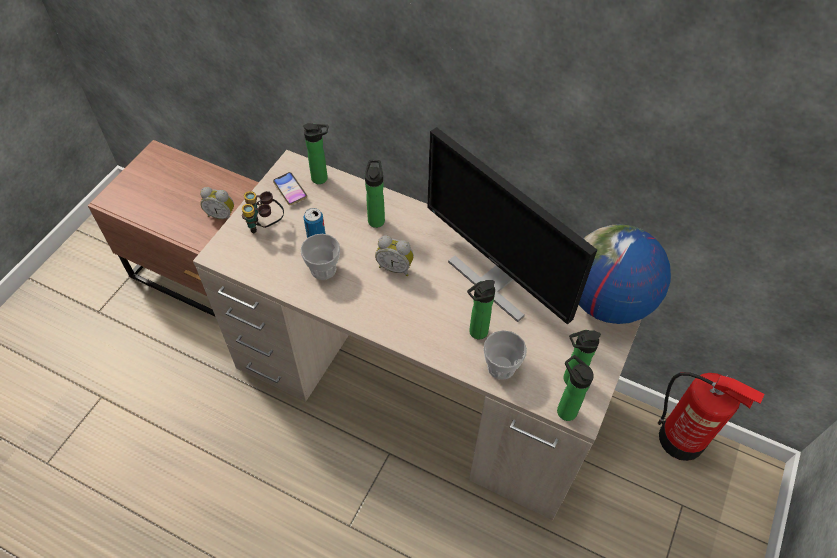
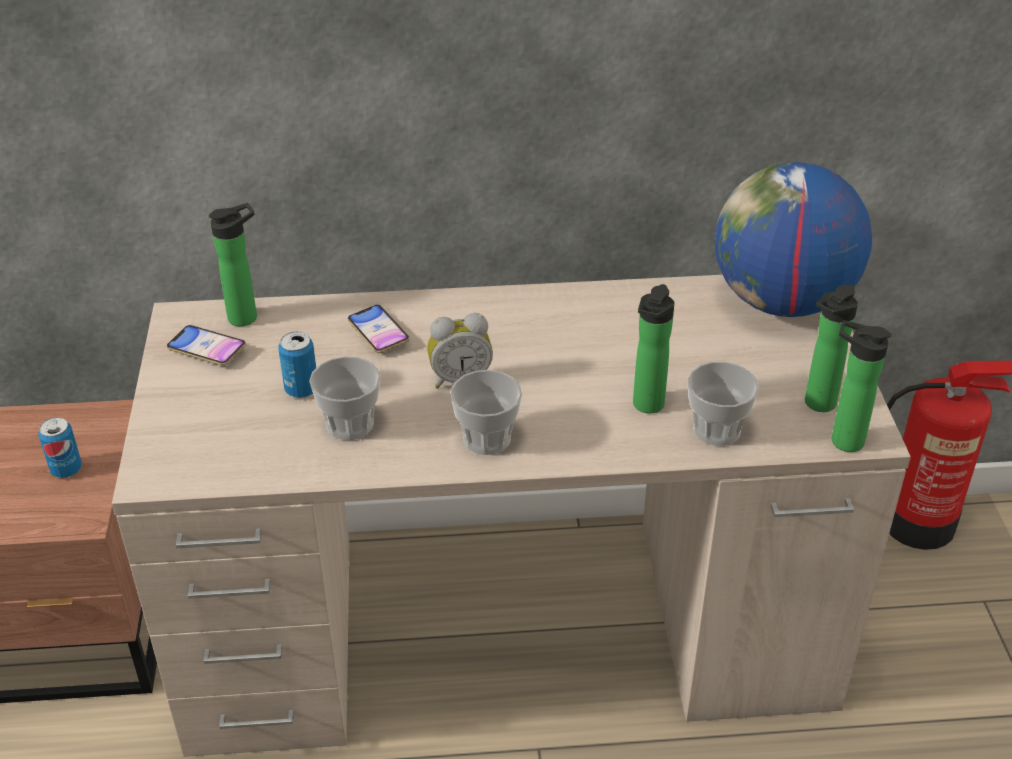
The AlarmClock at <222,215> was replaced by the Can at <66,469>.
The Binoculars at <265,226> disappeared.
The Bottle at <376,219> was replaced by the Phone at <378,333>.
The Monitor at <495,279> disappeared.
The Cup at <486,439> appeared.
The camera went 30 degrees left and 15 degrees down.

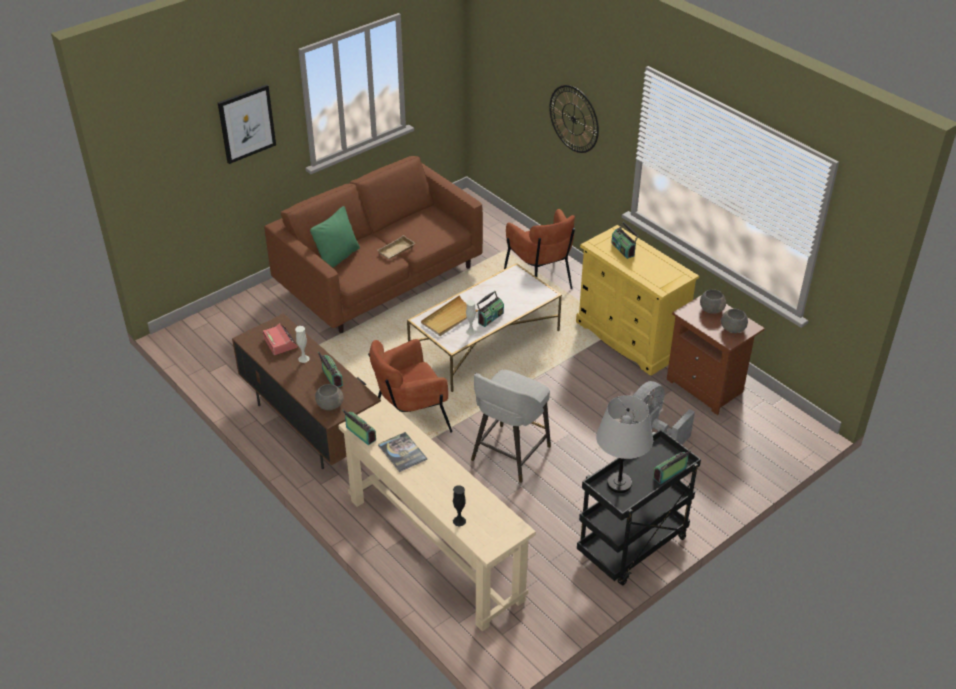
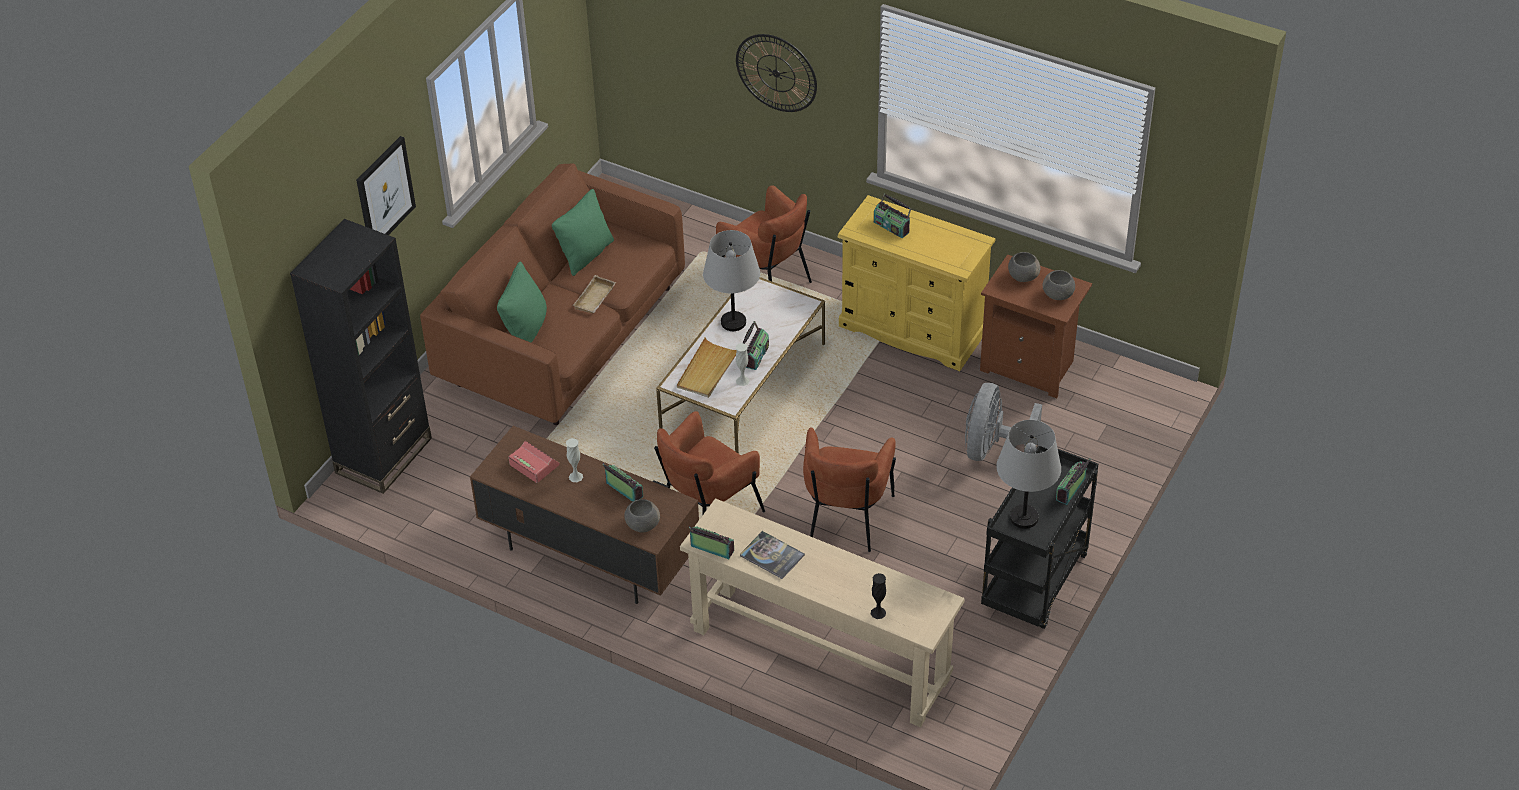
The GreyStool at <509,455> was replaced by the BrownArmchair at <845,518>.
The BlackBookcase at <384,455> appeared.
The GreenPillow at <586,254> appeared.
The GreyTableLamp at <733,322> appeared.
The camera went 20 degrees left and 5 degrees up.

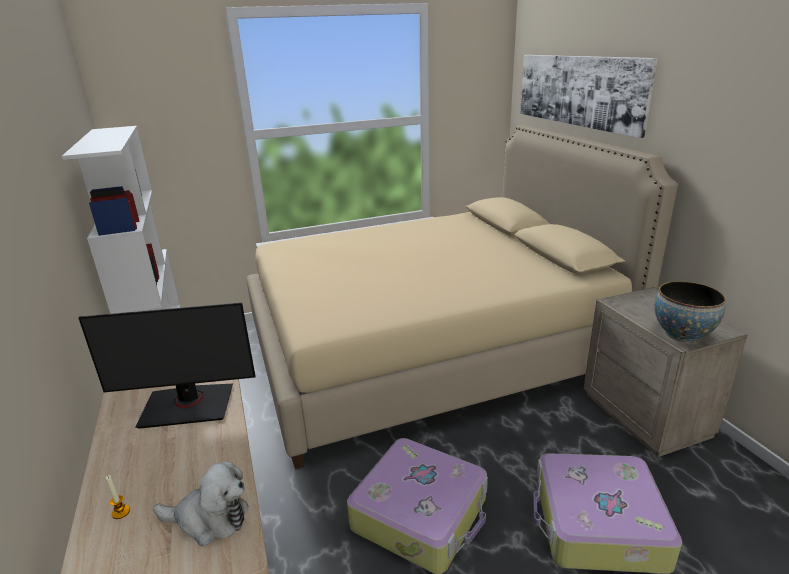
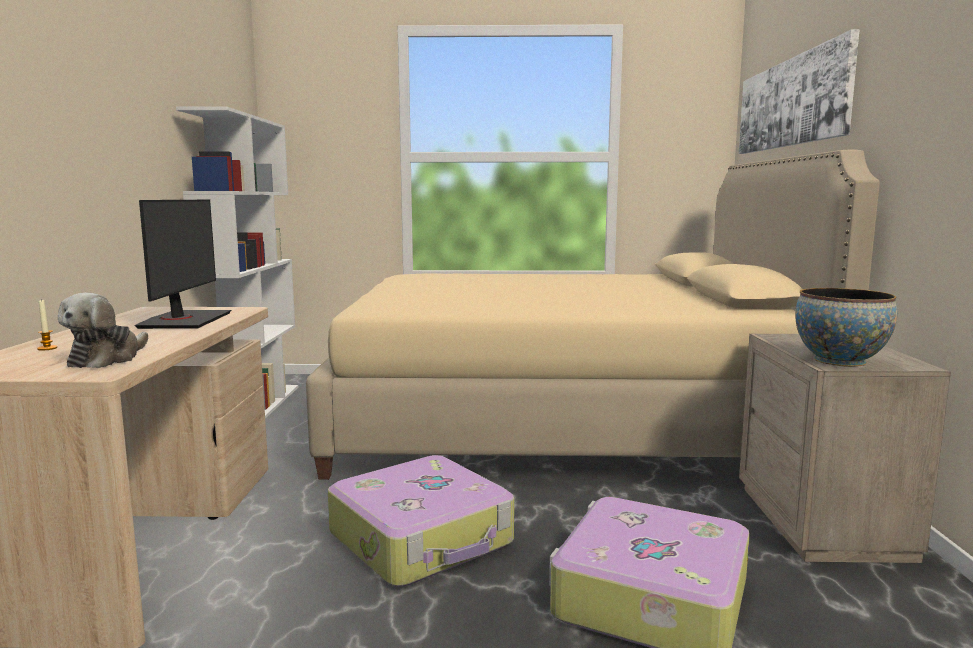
The Monitor at <188,405> turned 105 degrees counterclockwise.
The PlushToy at <209,519> turned 75 degrees clockwise.
The camera went 20 degrees right and 15 degrees down.

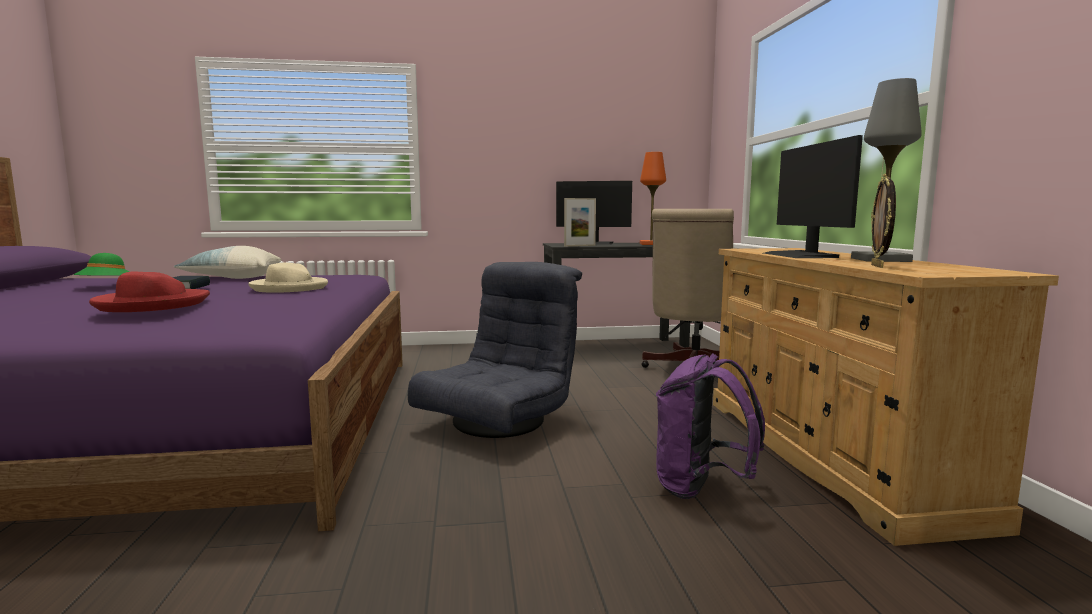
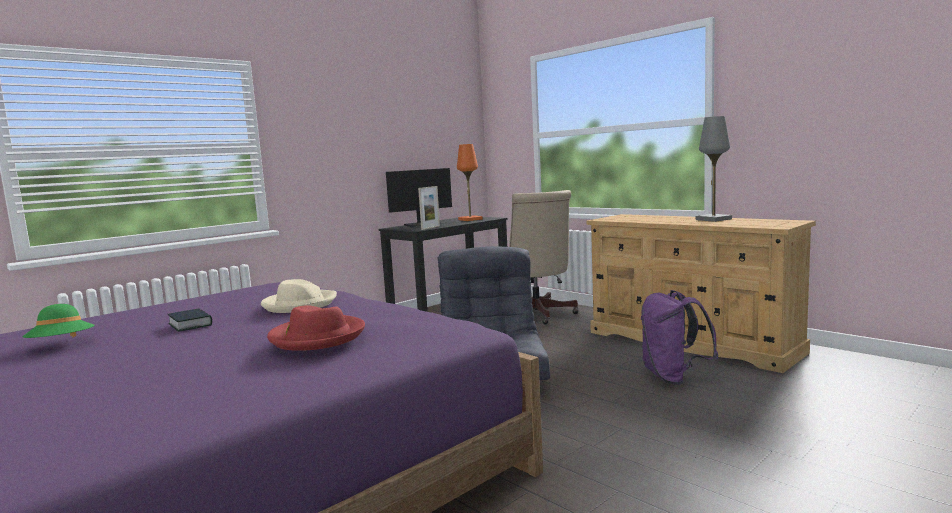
The Pillow at <233,278> disappeared.
The Monitor at <800,255> disappeared.
The PictureFrame at <878,266> disappeared.
The camera went 35 degrees left and 0 degrees up.

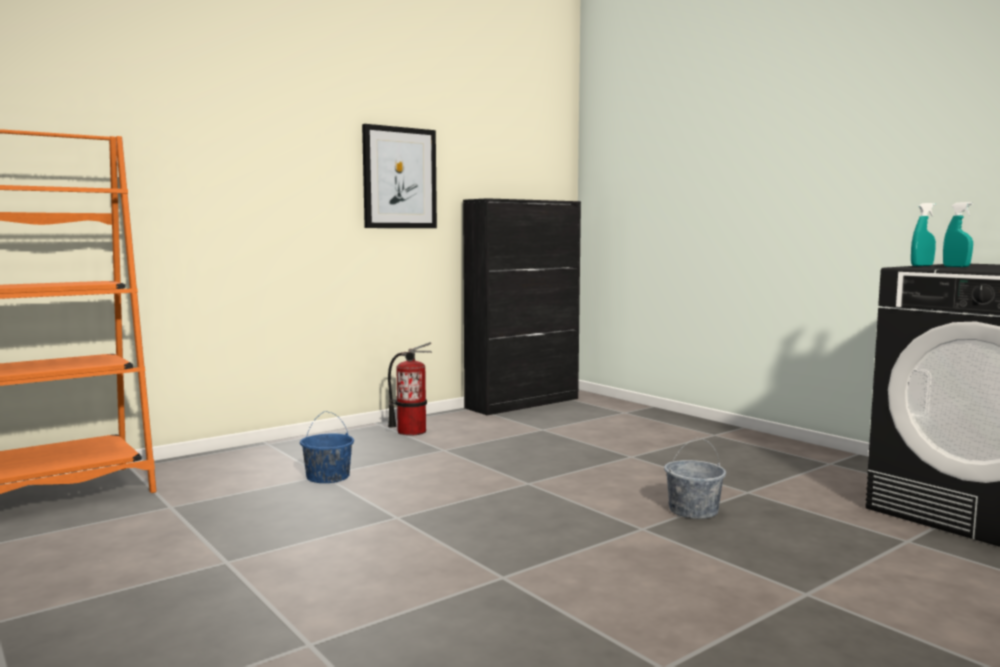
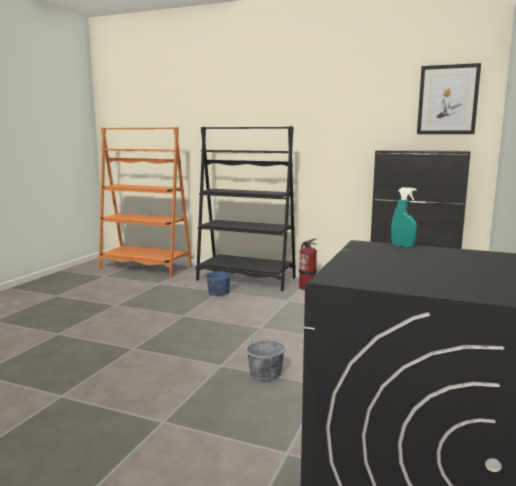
The Picture moved from <399,178> to <447,100>.
The TurquoiseSprayBottle at <956,266> disappeared.
The BlackBookcase at <246,279> appeared.
The camera went 60 degrees right and 5 degrees up.

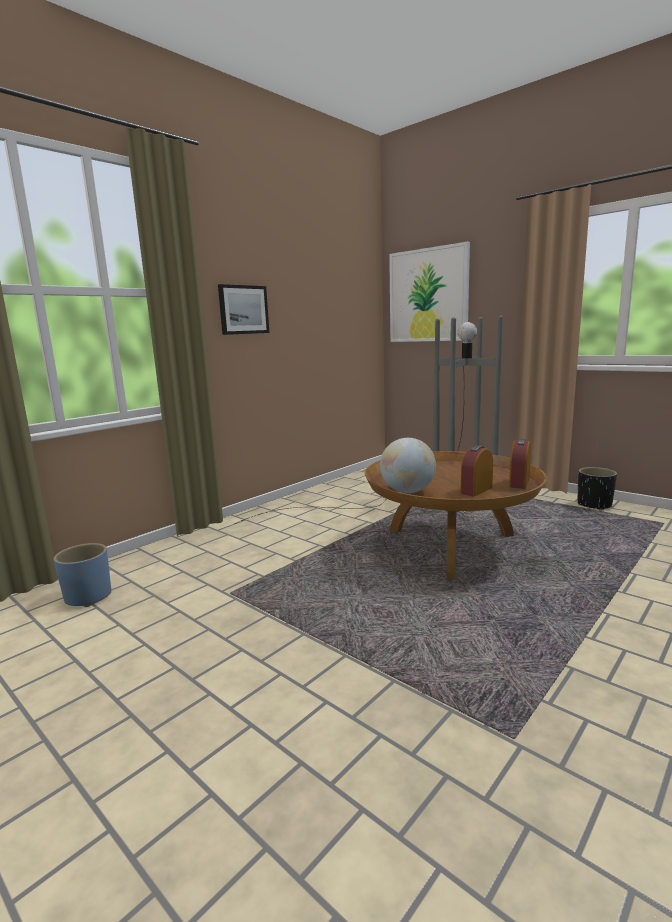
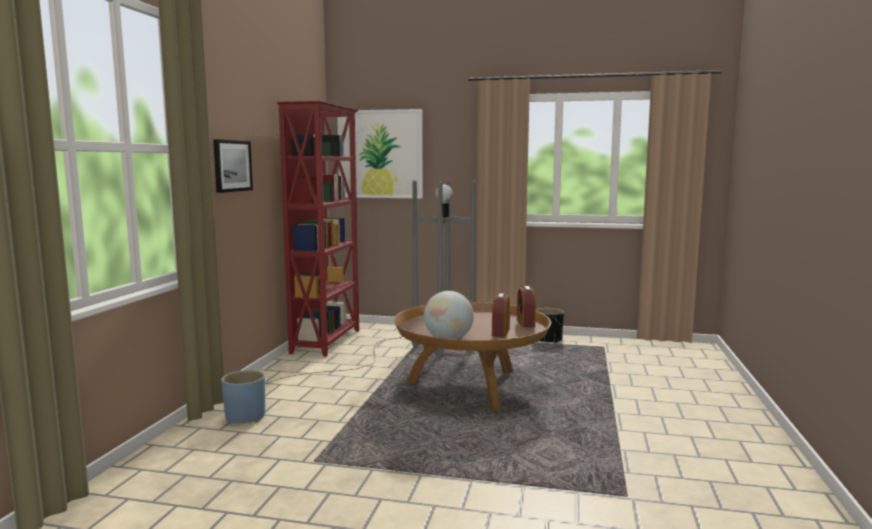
The BluePlanter moved from <87,597> to <245,417>.
The RedBookcase at <327,341> appeared.
The camera went 30 degrees left and 5 degrees down.

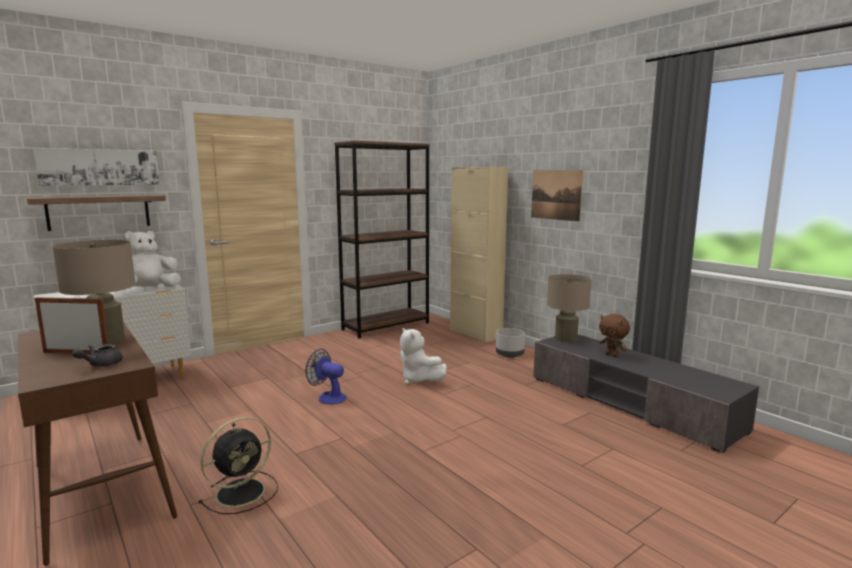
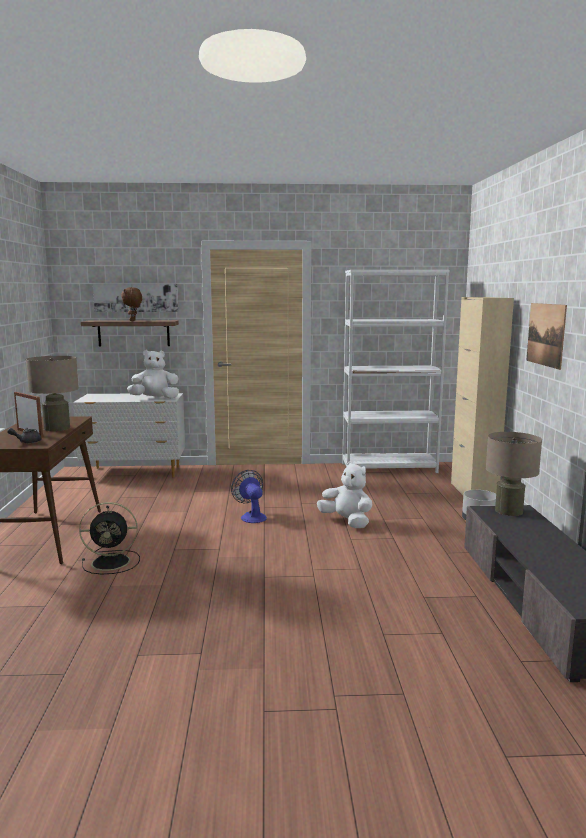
The BrownBookcase at <386,326> became the WhiteBookcase at <389,468>.
The WhitePlushToy at <419,380> turned 135 degrees clockwise.
The BrownPlushToy moved from <612,355> to <133,321>.
The camera went 35 degrees right and 0 degrees up.

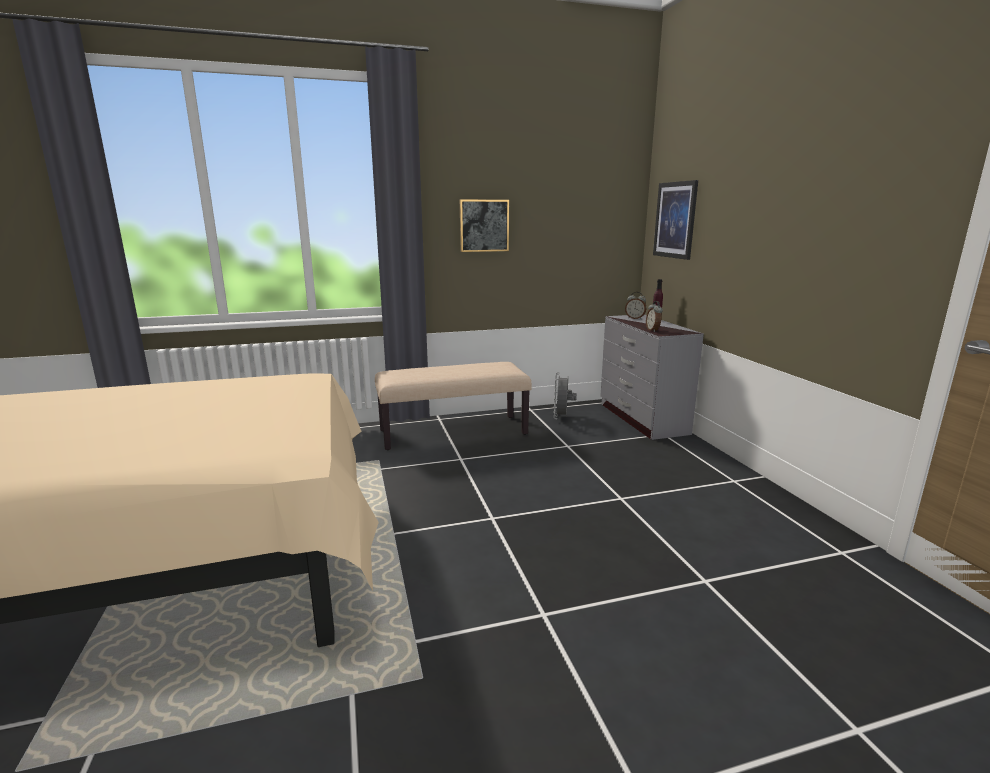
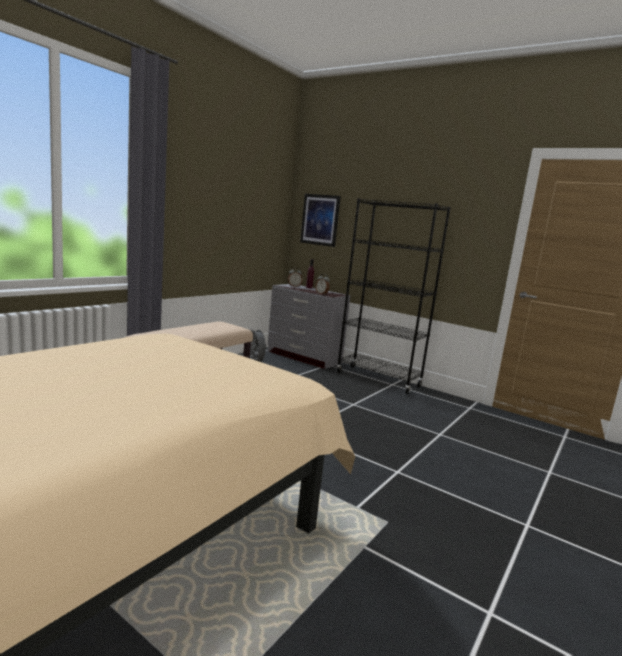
The Picture at <484,225> disappeared.
The BlackBookcase at <378,379> appeared.
The camera went 40 degrees left and 5 degrees down.

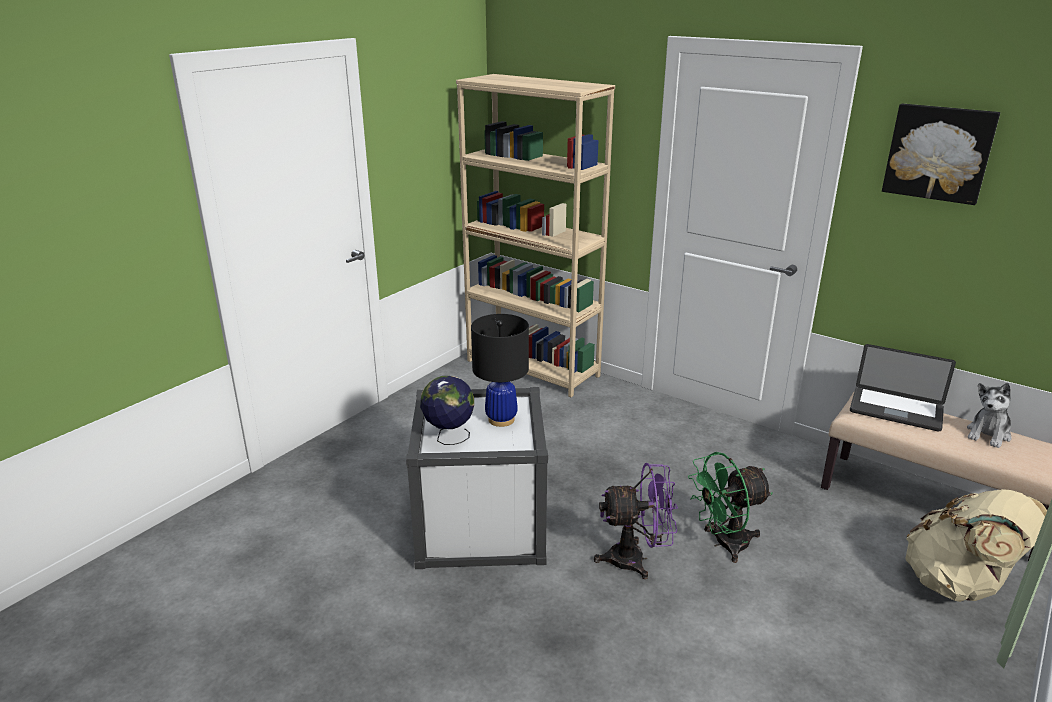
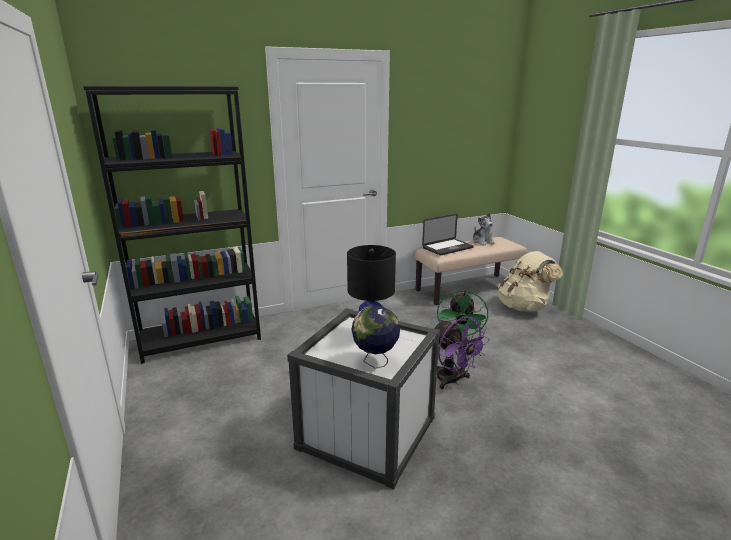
The BeigeBookcase at <533,368> became the BlackBookcase at <201,340>.
The PurpleFan at <636,559> turned 120 degrees clockwise.
The Picture at <938,153> disappeared.
The camera went 60 degrees left and 5 degrees down.

